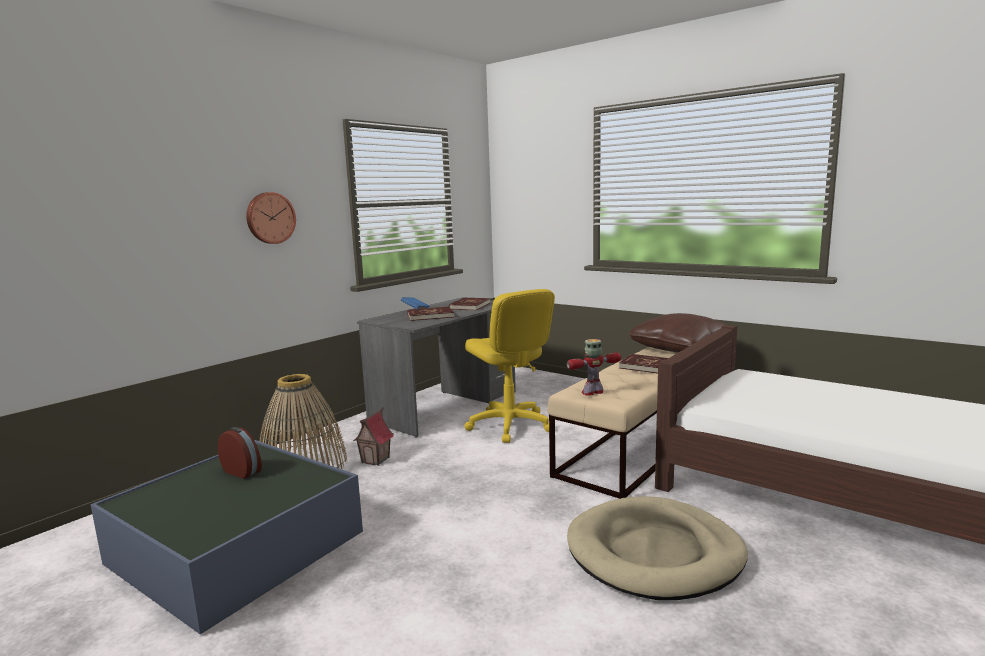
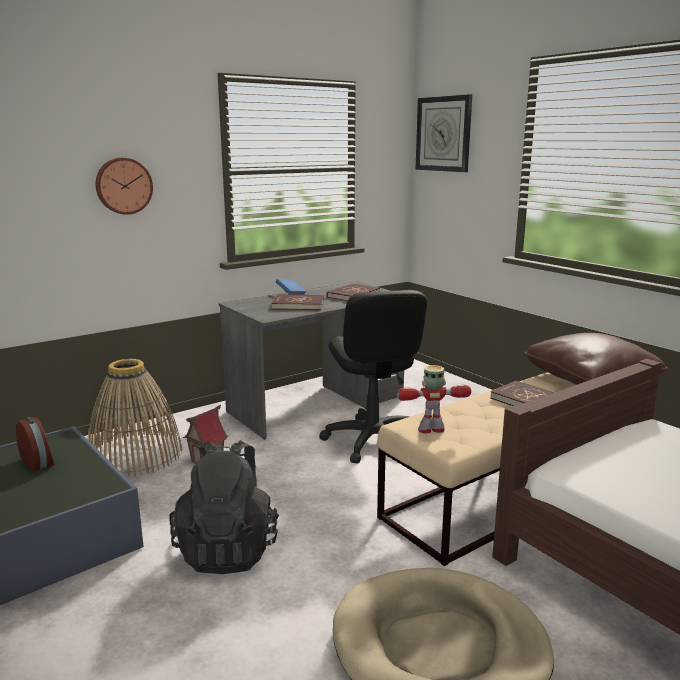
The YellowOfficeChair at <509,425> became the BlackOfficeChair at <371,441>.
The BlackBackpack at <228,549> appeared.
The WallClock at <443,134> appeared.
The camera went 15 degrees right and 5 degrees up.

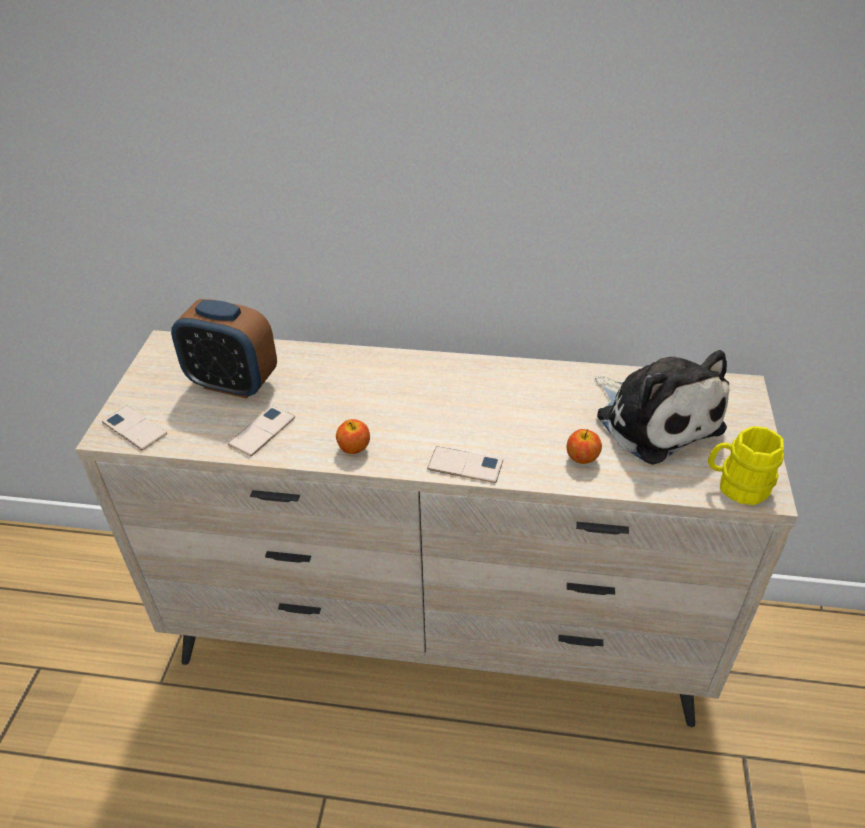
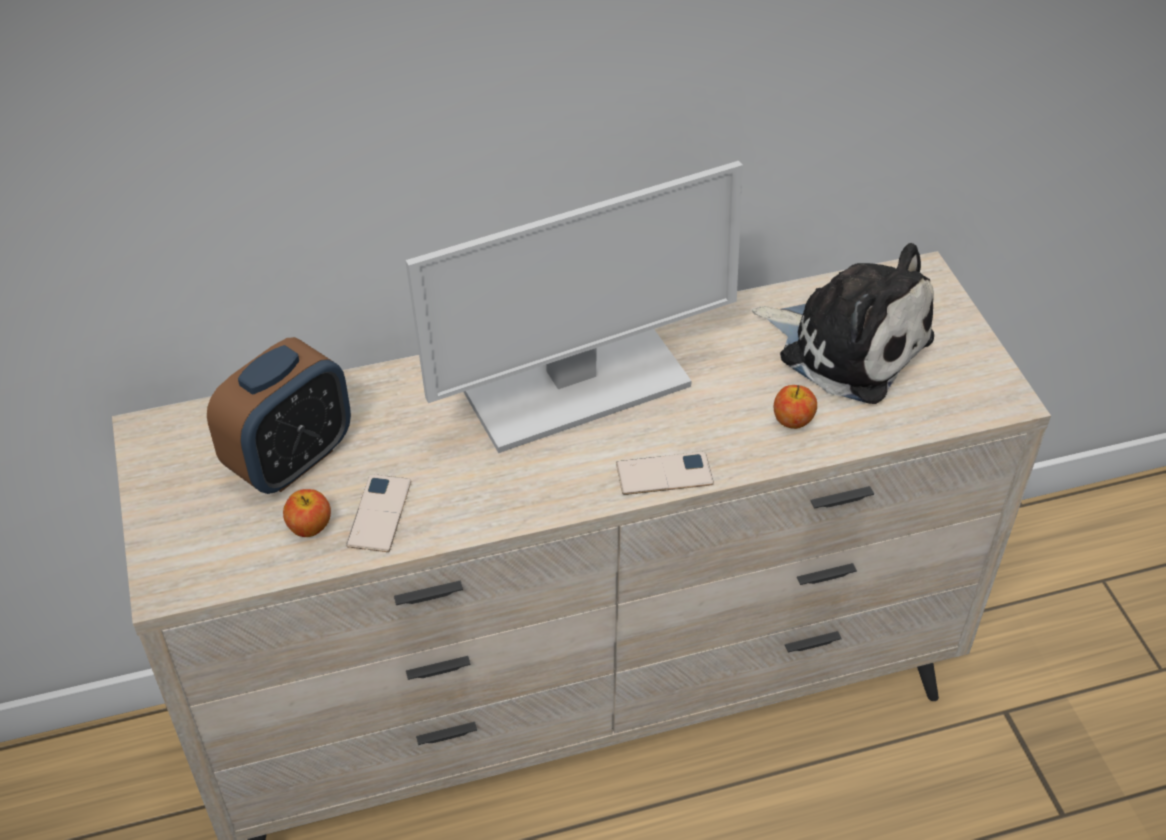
The Phone at <134,428> disappeared.
The AlarmClock at <233,383> turned 45 degrees counterclockwise.
The Apple moved from <354,448> to <310,526>.
The YellowMug at <736,486> disappeared.
The Monitor at <573,387> appeared.
The camera went 25 degrees left and 5 degrees up.

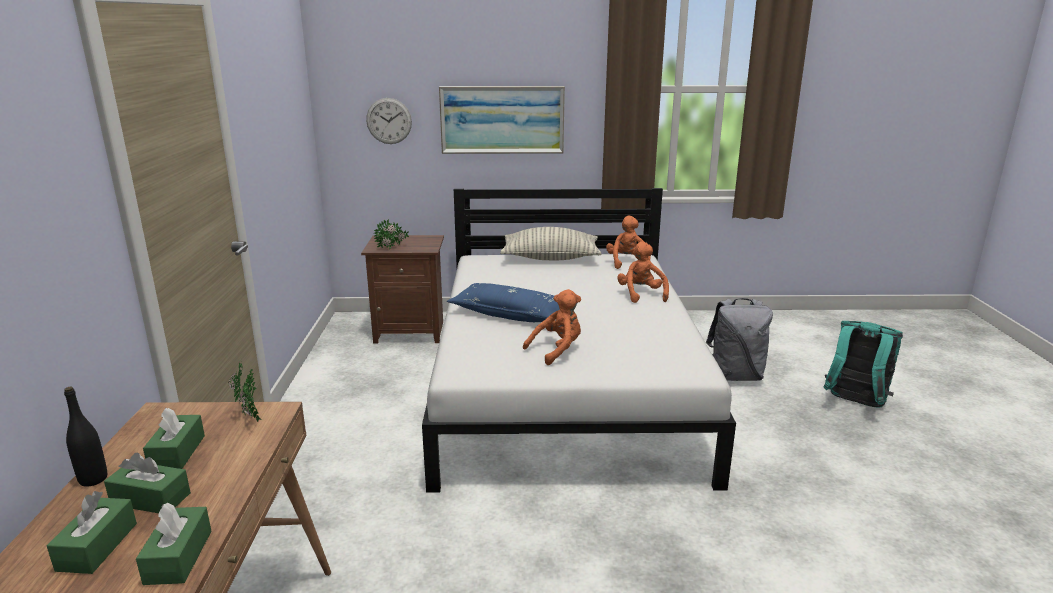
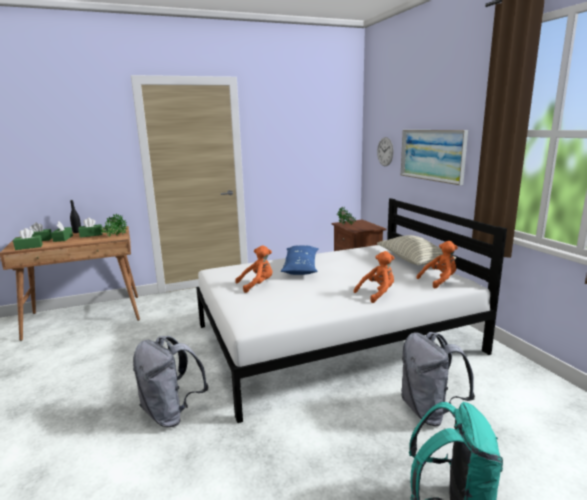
The OrangePlushToy at <557,350> turned 60 degrees counterclockwise.
The GreyBackpack at <171,413> appeared.
The camera went 70 degrees right and 5 degrees down.

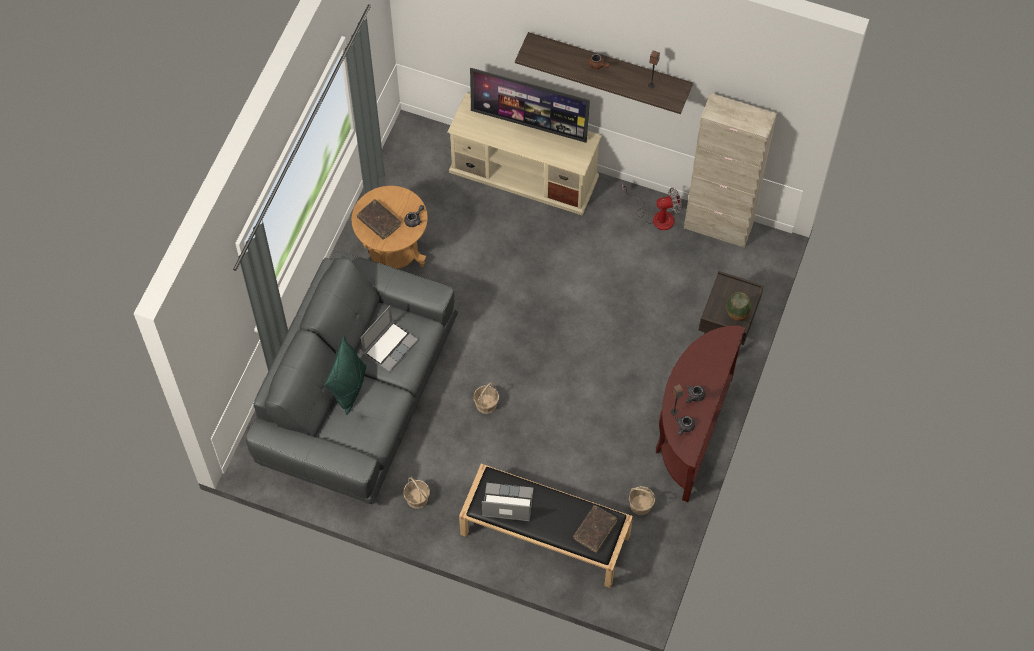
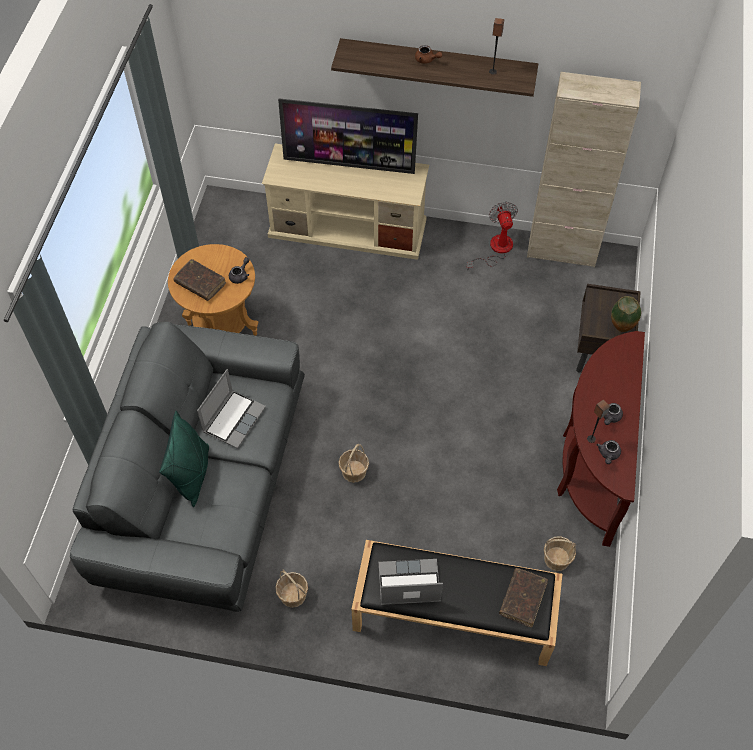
The Fan at <656,216> turned 75 degrees counterclockwise.
The camera went 10 degrees left and 5 degrees down.

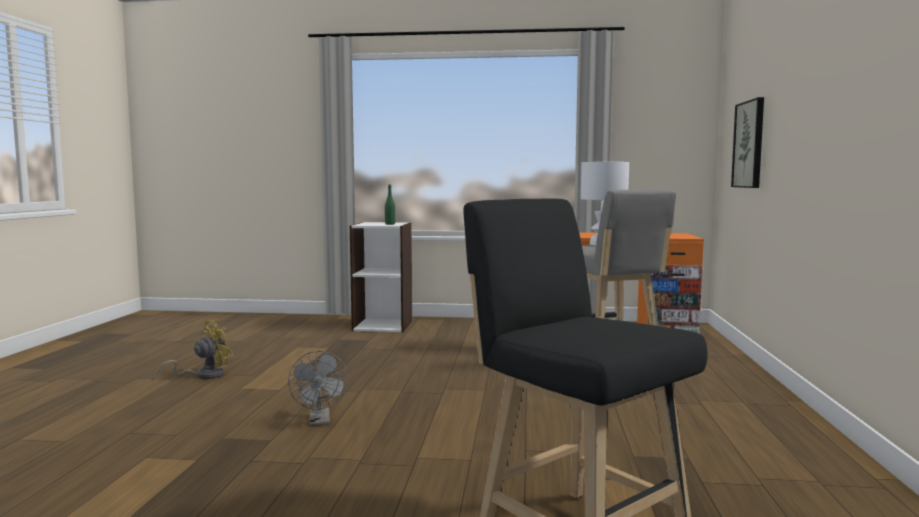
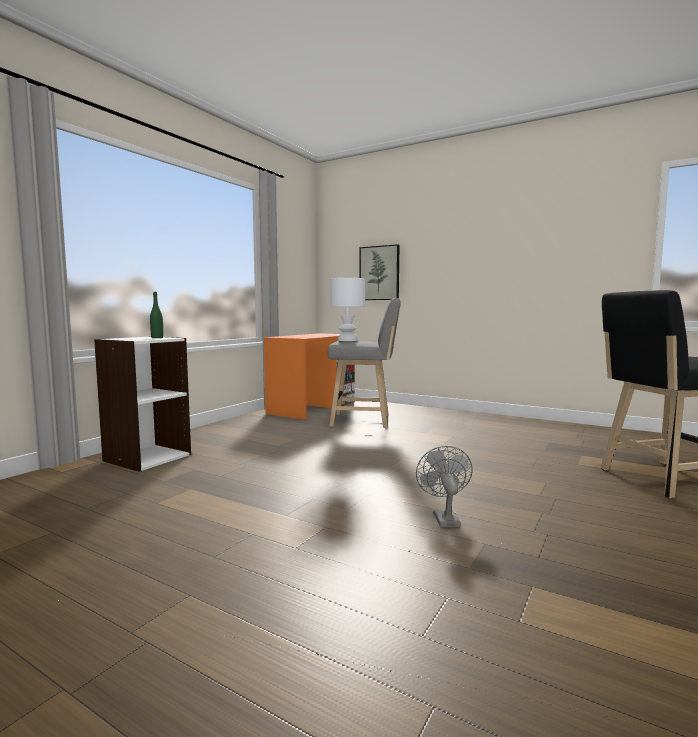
The YellowFan at <204,375> disappeared.
The GreyFan at <320,421> turned 105 degrees counterclockwise.
The camera went 65 degrees left and 0 degrees up.

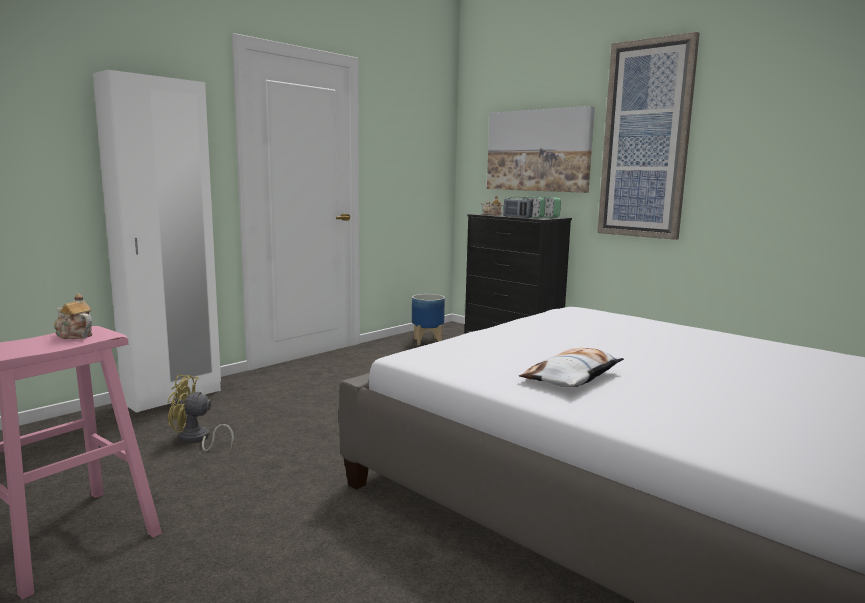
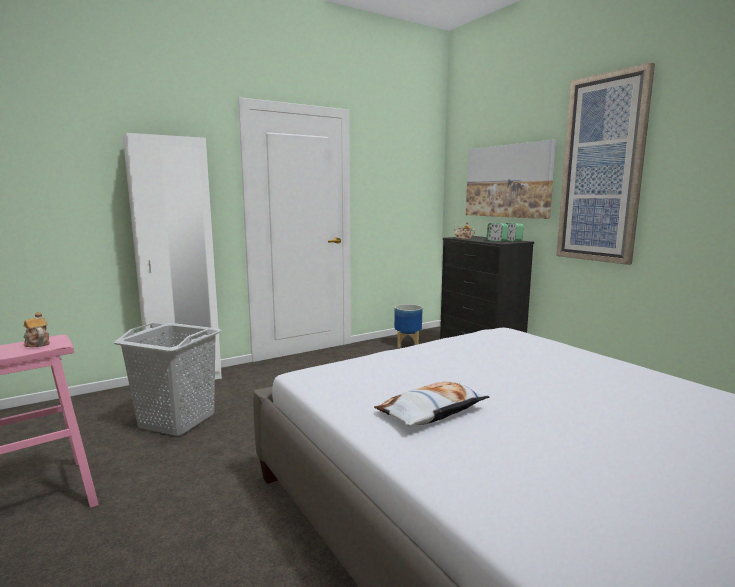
The YellowFan at <196,440> was replaced by the GreyLaundryBasket at <177,421>.
The Radio at <517,217> disappeared.
The camera went 15 degrees right and 0 degrees up.

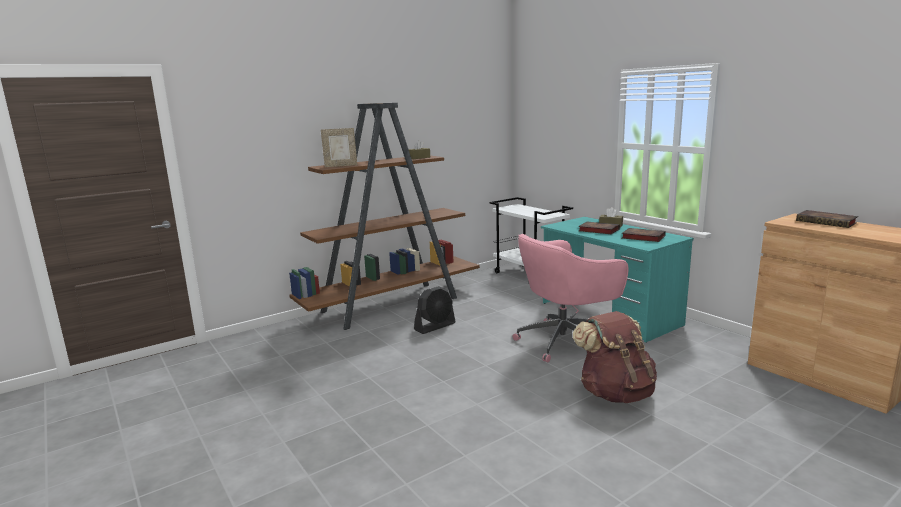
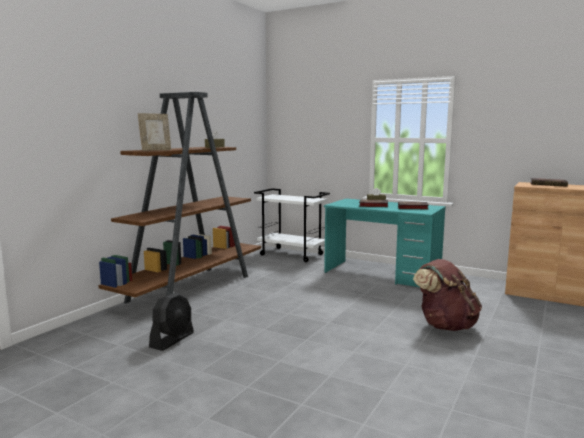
The BlackFan moved from <435,326> to <172,340>.
The PinkOfficeChair at <565,341> disappeared.
The camera went 25 degrees left and 5 degrees down.

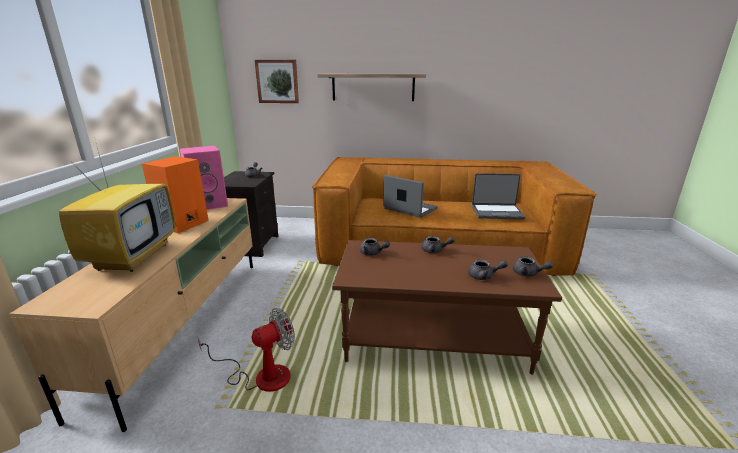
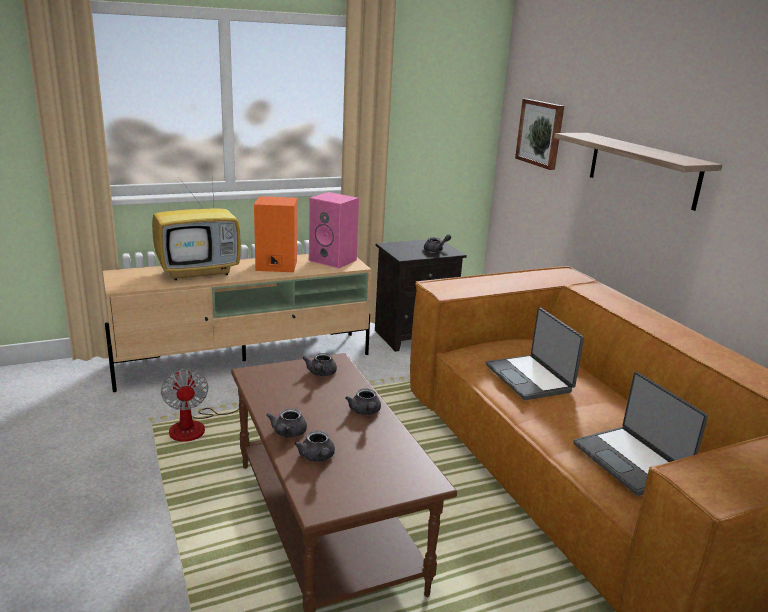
The Fan at <261,376> turned 45 degrees clockwise.
The Laptop at <409,209> turned 150 degrees clockwise.
The GreyTeapot moved from <528,274> to <287,434>.
The camera went 60 degrees right and 0 degrees up.

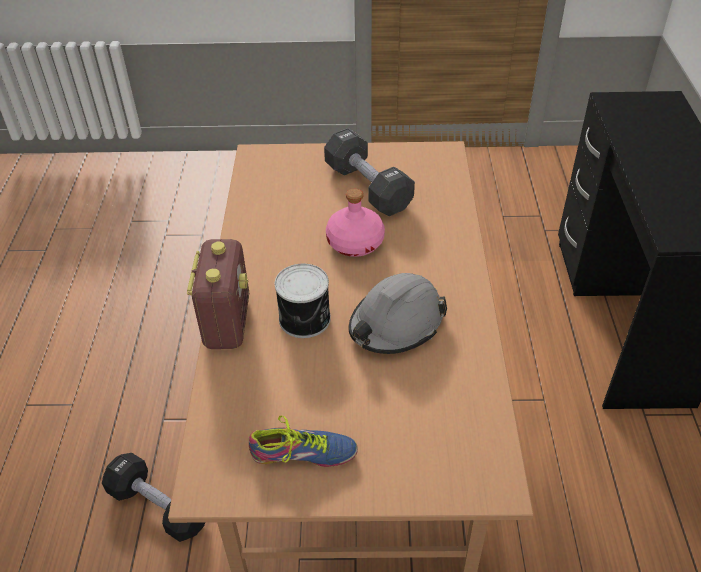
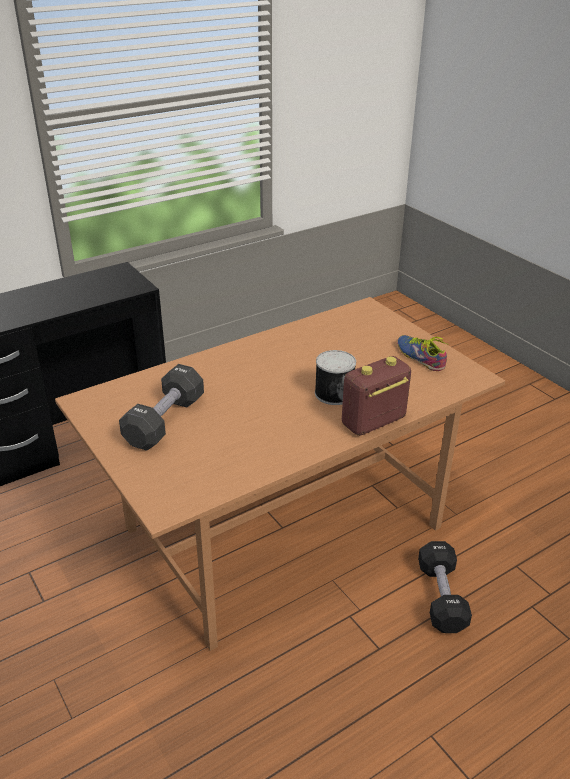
The PinkBottle at <356,242> disappeared.
The GreyHardHat at <396,324> disappeared.
The camera went 125 degrees left and 10 degrees down.

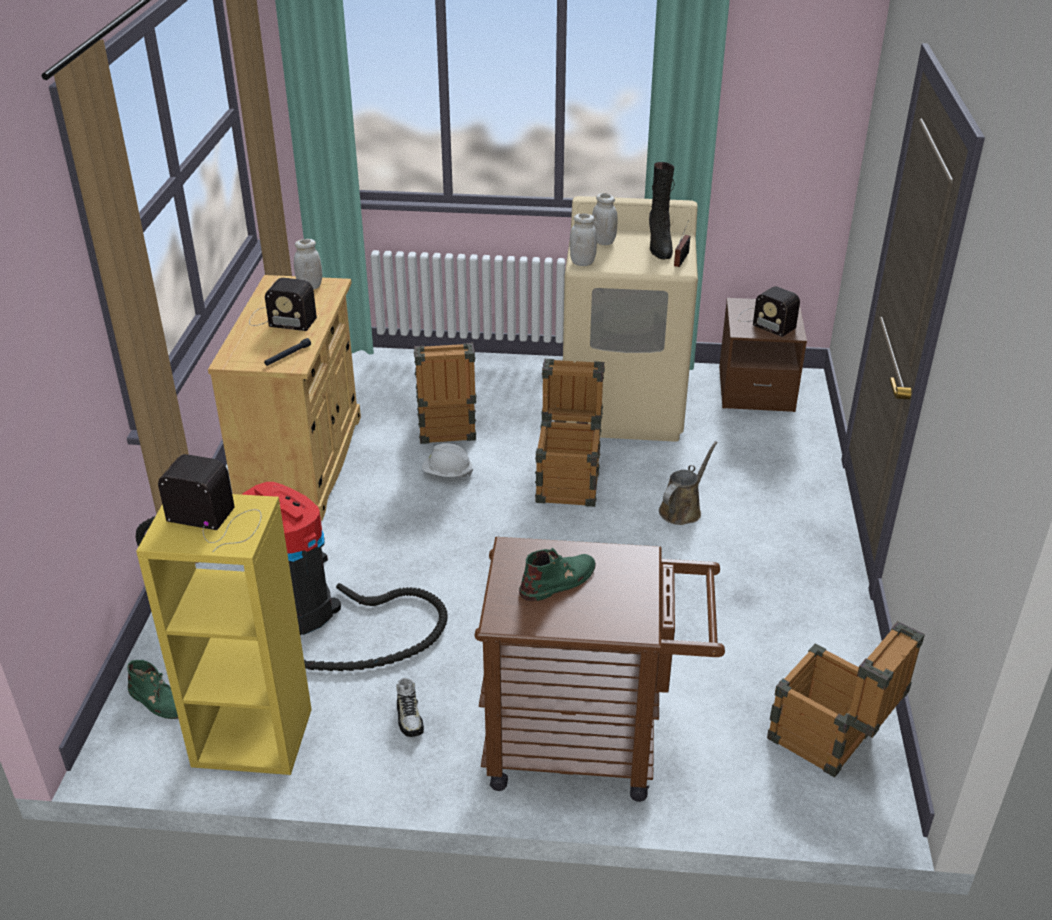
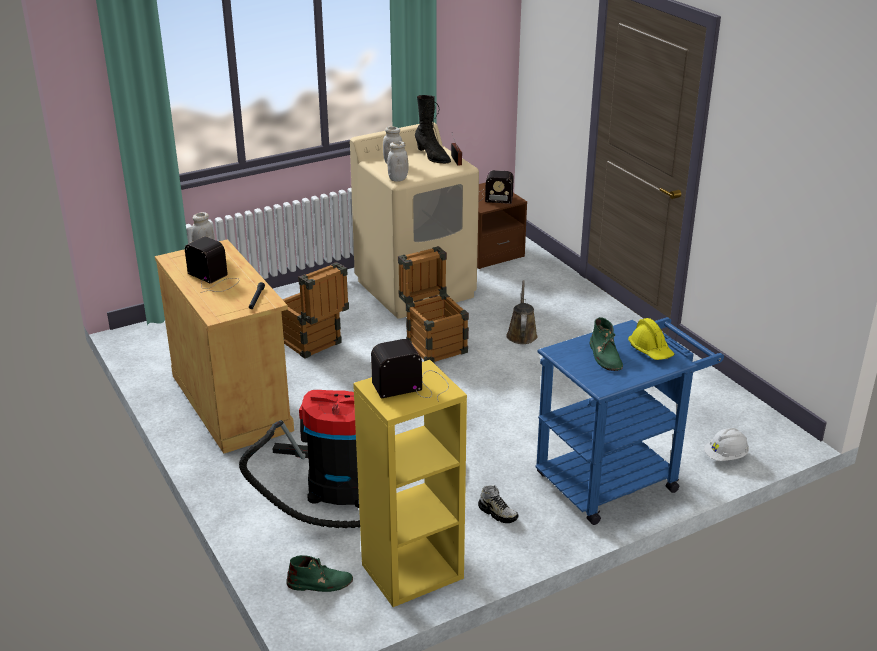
The Radio at <280,319> turned 120 degrees counterclockwise.
The WhiteHardHat moved from <447,474> to <725,456>.
The BrownCart at <589,744> became the BlueCart at <616,478>.
The GreenBoot at <559,581> turned 150 degrees clockwise.
The Crate at <830,742> disappeared.
The YellowHardHat at <651,350> appeared.
The camera went 35 degrees left and 5 degrees down.

